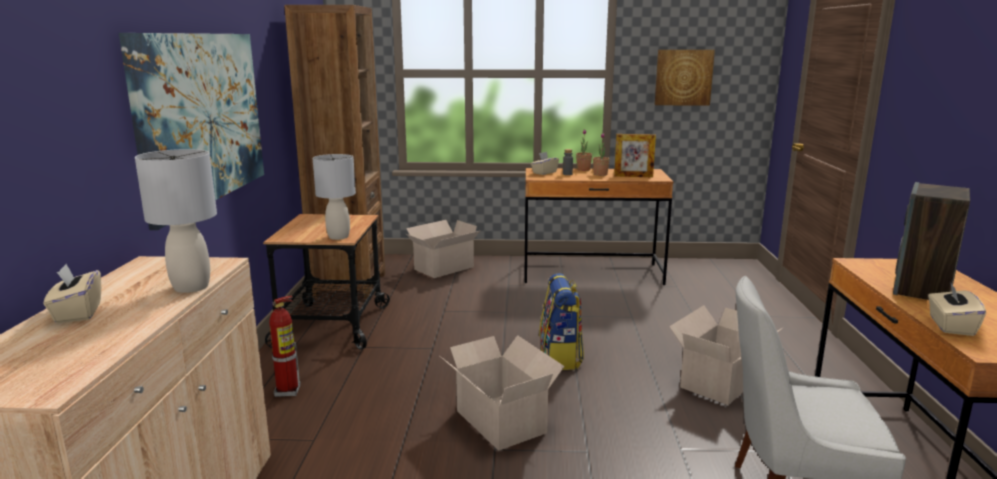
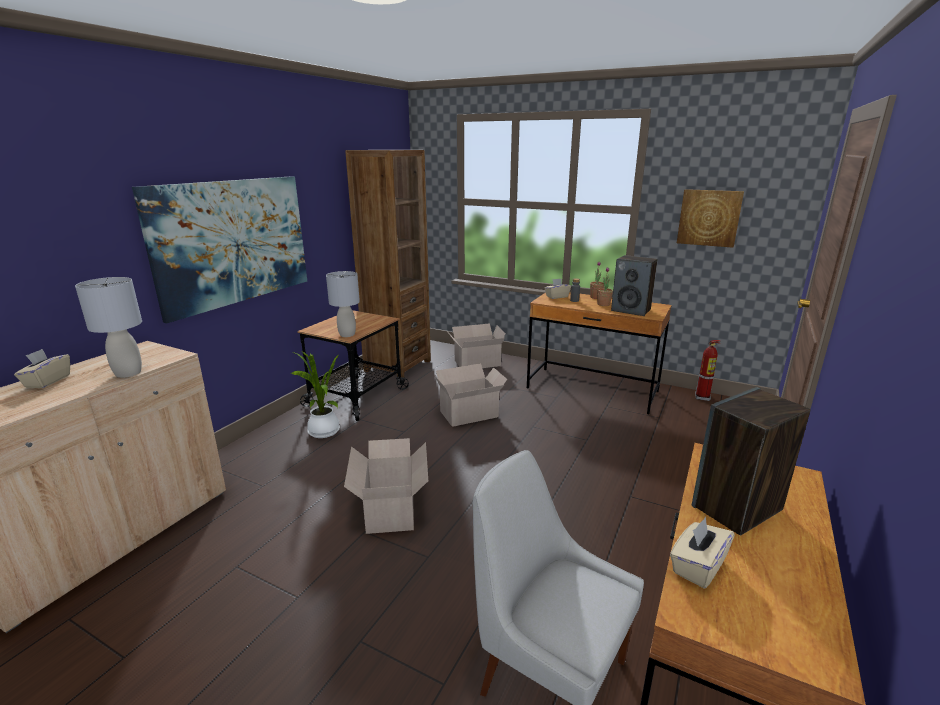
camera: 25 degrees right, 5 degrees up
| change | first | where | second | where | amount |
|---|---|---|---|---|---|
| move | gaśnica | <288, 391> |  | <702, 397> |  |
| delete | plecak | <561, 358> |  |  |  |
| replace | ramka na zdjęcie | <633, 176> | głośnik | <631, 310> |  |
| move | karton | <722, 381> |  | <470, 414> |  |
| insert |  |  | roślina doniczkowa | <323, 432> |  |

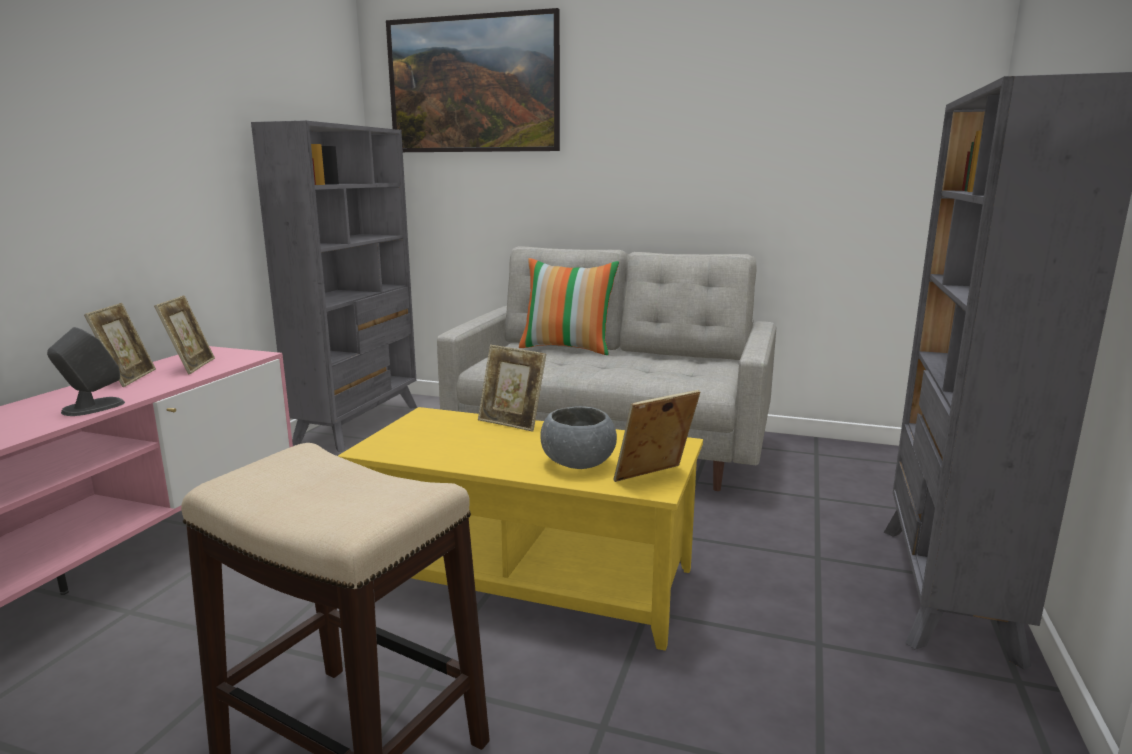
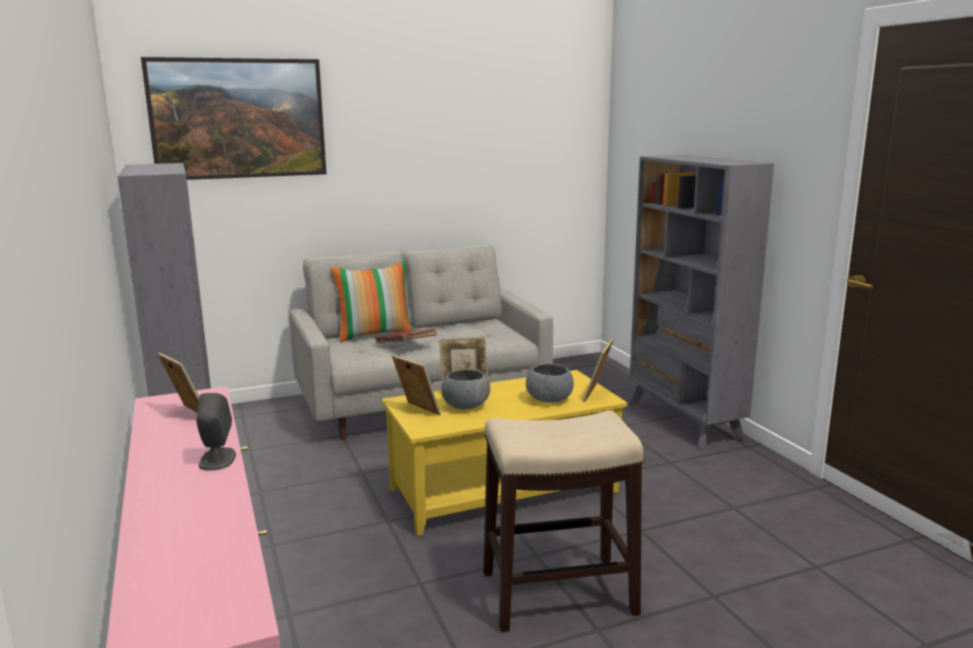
camera: 40 degrees left, 0 degrees up
| change | first | where | second | where | amount |
|---|---|---|---|---|---|
| move | ramka na zdjęcie | <128, 378> |  | <417, 411> |  |
| insert |  |  | książka (czerwony) | <405, 346> |  |
| insert |  |  | miska (szary) | <465, 406> |  |

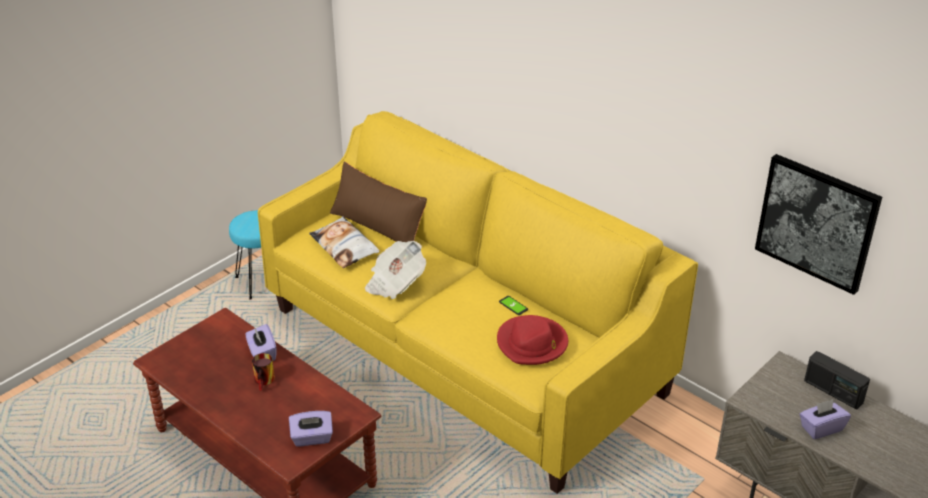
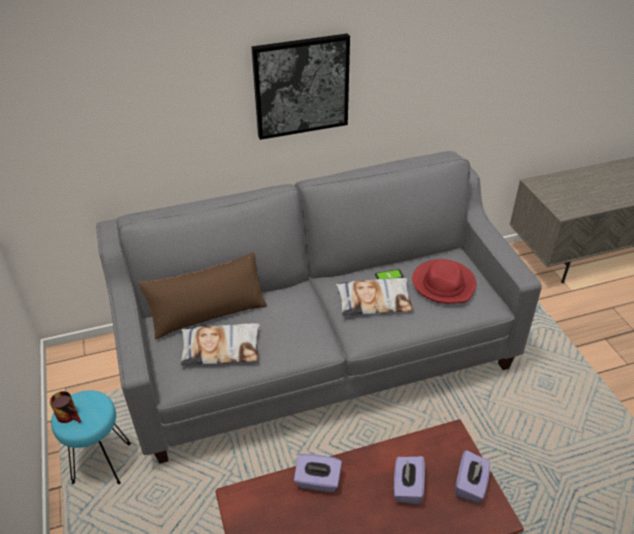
camera: 60 degrees left, 5 degrees up
| change | first | where | second | where | amount |
|---|---|---|---|---|---|
| move | kubek | <265, 381> |  | <71, 415> |  |
| recolor | kanapa (żółty) | <463, 350> | kanapa (szary) | <317, 353> |  |
| delete | gazeta | <395, 283> |  |  |  |
| move | obraz | <817, 222> |  | <301, 86> |  |
| move | pudełko chusteczek (fioletowy) | <821, 428> |  | <407, 487> |  |
| delete | radio | <833, 392> |  |  |  |
| insert |  |  | poduszka | <374, 301> |  |

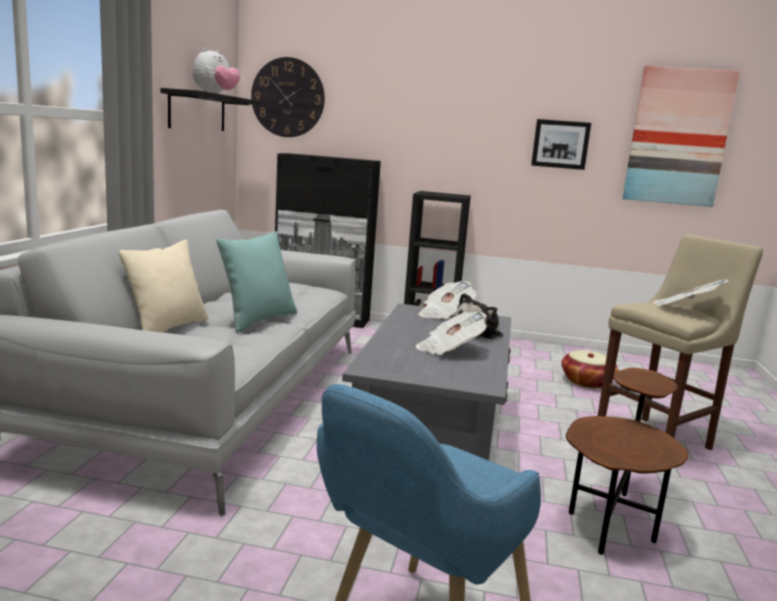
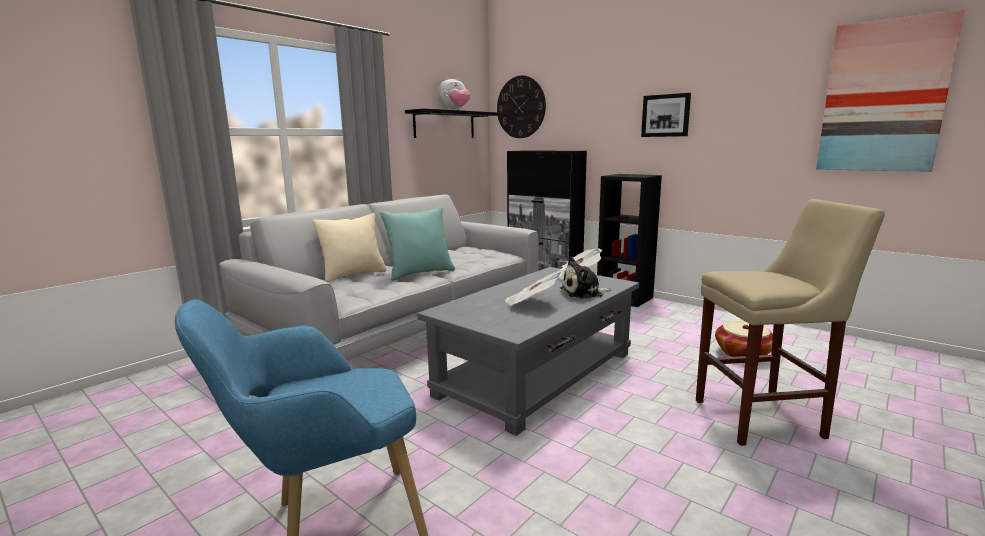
camera: 30 degrees right, 0 degrees up
| change | first | where | second | where | amount |
|---|---|---|---|---|---|
| move | obraz | <560, 144> |  | <665, 115> |  |
| delete | stolik (brązowy) | <613, 518> |  |  |  |
| delete | gazeta | <684, 309> |  |  |  |

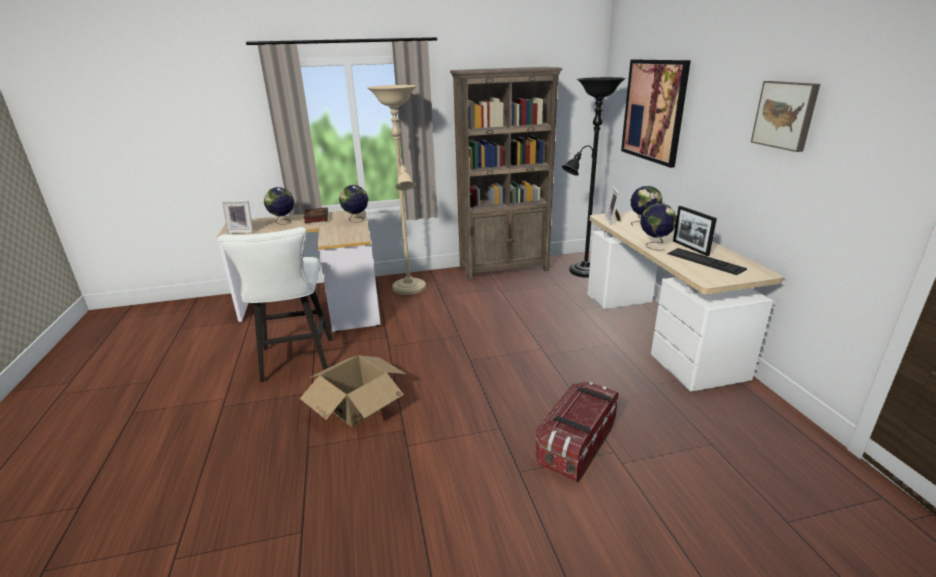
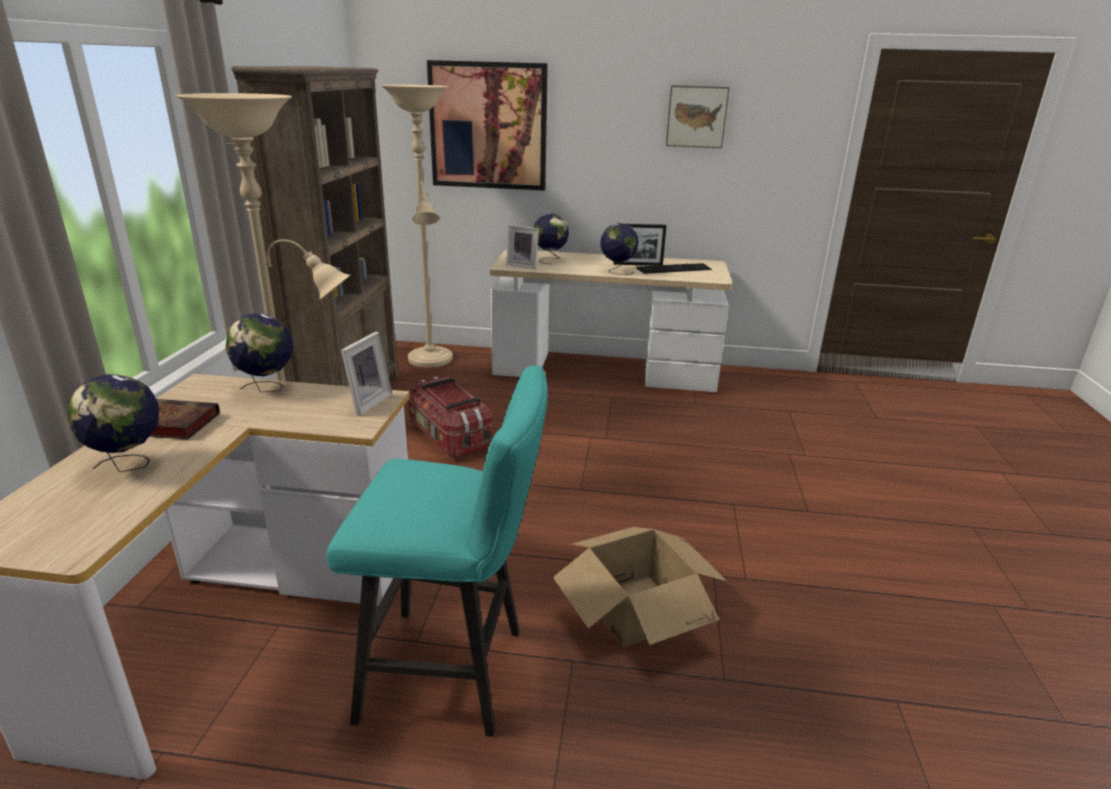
camera: 70 degrees left, 0 degrees up
| change | first | where | second | where | amount |
|---|---|---|---|---|---|
| recolor | stołek (biały) | <296, 363> | stołek (turkusowy) | <455, 674> |  |
| move | ramka na zdjęcie | <242, 231> |  | <366, 403> |  |
| move | pojemnik do przechowywania | <576, 445> |  | <449, 436> |  |
| recolor | lampa stojąca (czarny) | <582, 272> | lampa stojąca (beżowy) | <431, 361> |  |

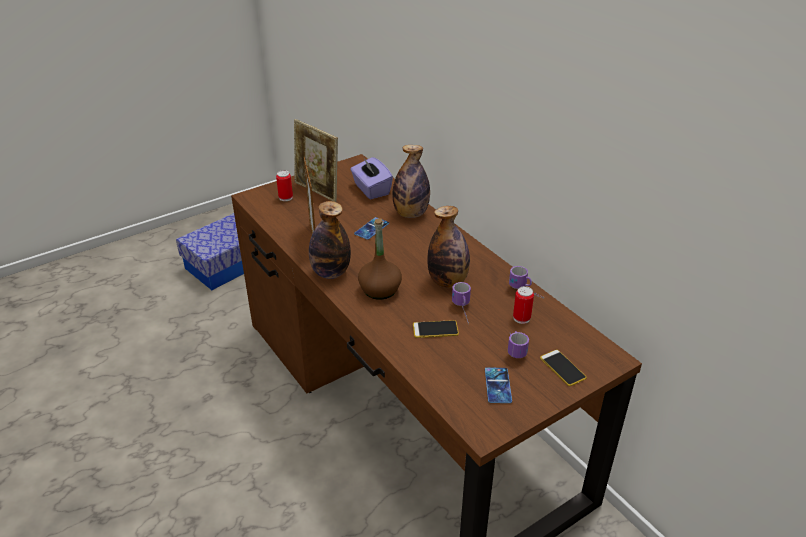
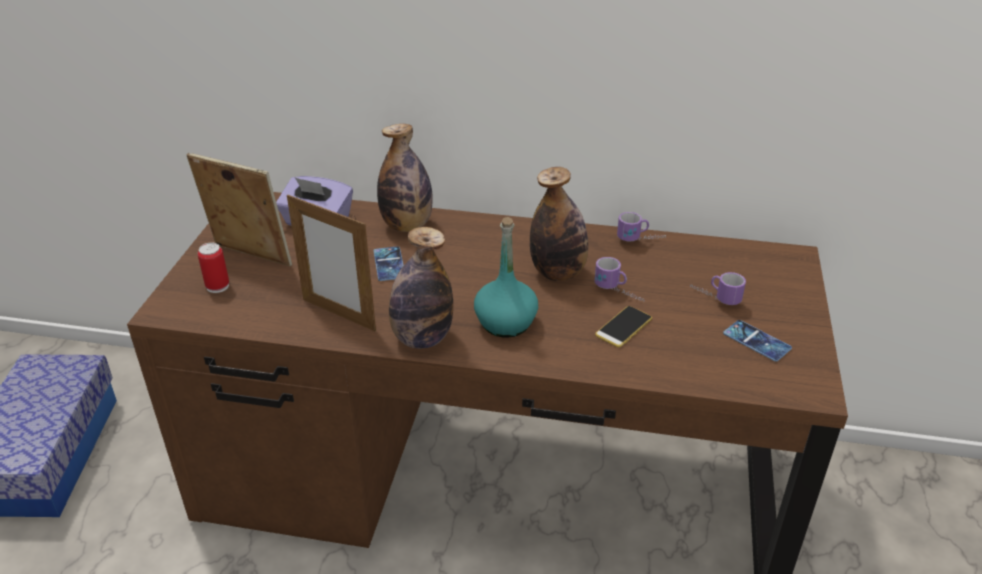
camera: 45 degrees left, 0 degrees up
| change | first | where | second | where | amount |
|---|---|---|---|---|---|
| rotate | ramka na zdjęcie | <317, 191> |  | <249, 257> | 150 degrees counterclockwise |
| recolor | butelka (brązowy) | <380, 290> | butelka (turkusowy) | <506, 323> |  |
| delete | puszka | <521, 318> |  |  |  |
| delete | telefon | <562, 368> |  |  |  |

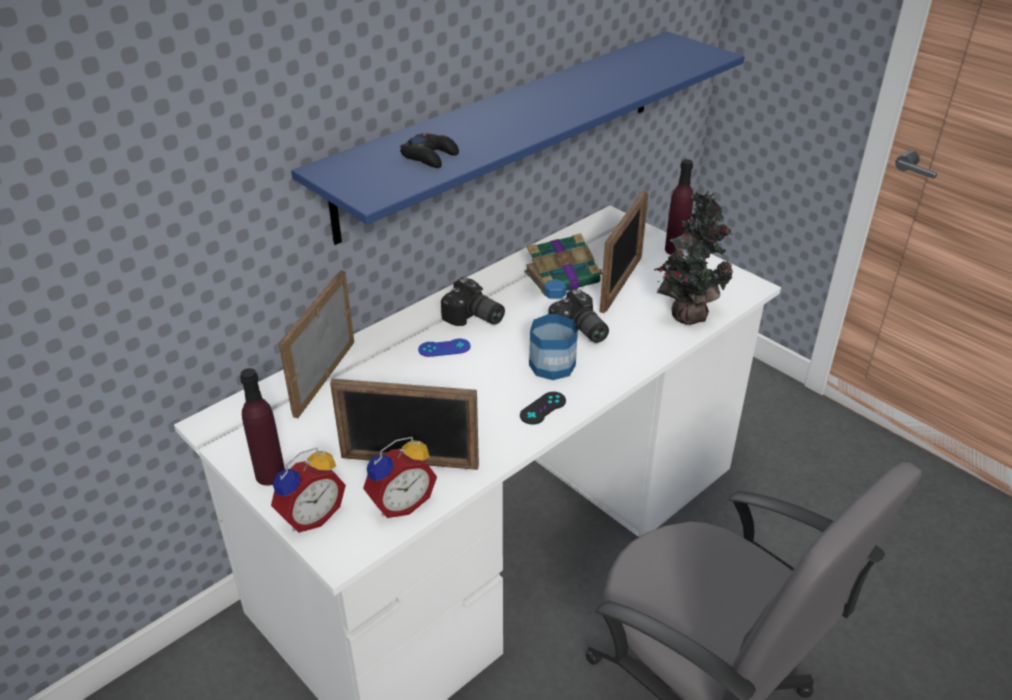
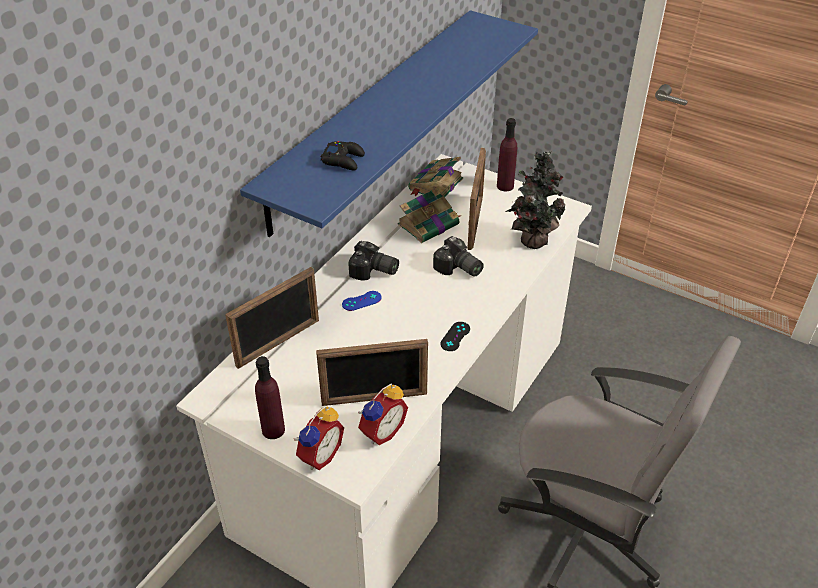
camera: 15 degrees left, 5 degrees up
| change | first | where | second | where | amount |
|---|---|---|---|---|---|
| rotate | ramka na zdjęcie | <324, 377> |  | <278, 343> | 135 degrees counterclockwise |
| delete | butelka | <552, 365> |  |  |  |
| insert |  |  | książka | <435, 185> |  |

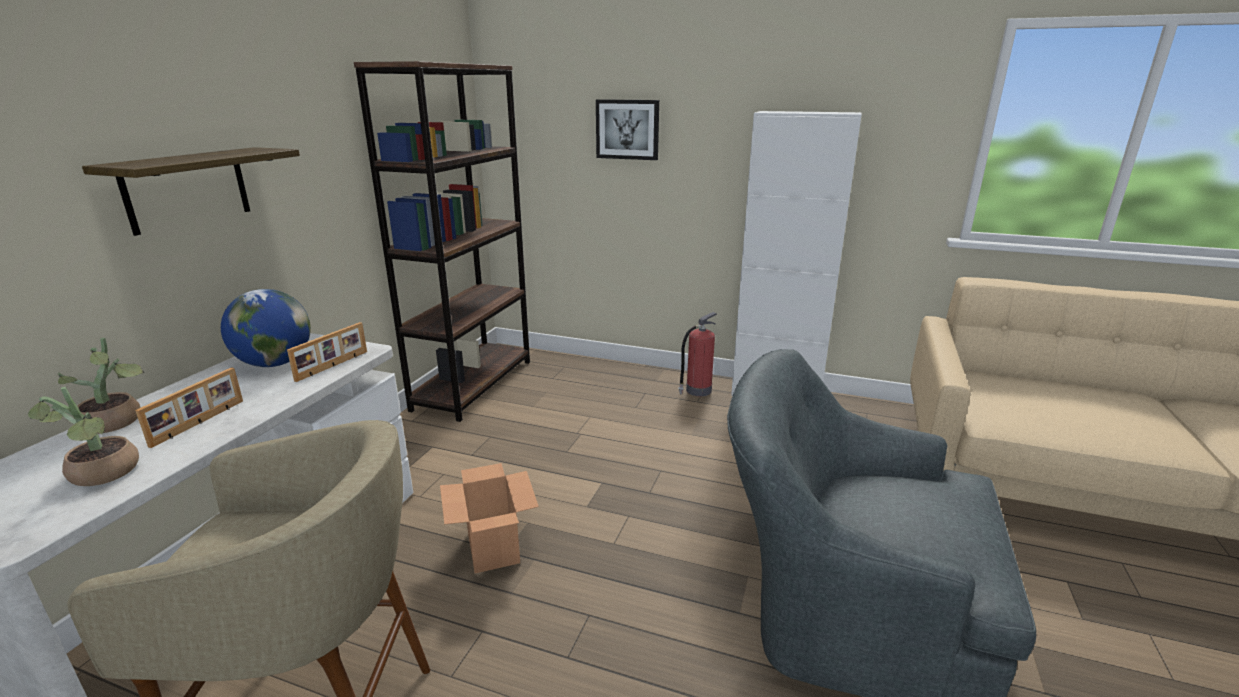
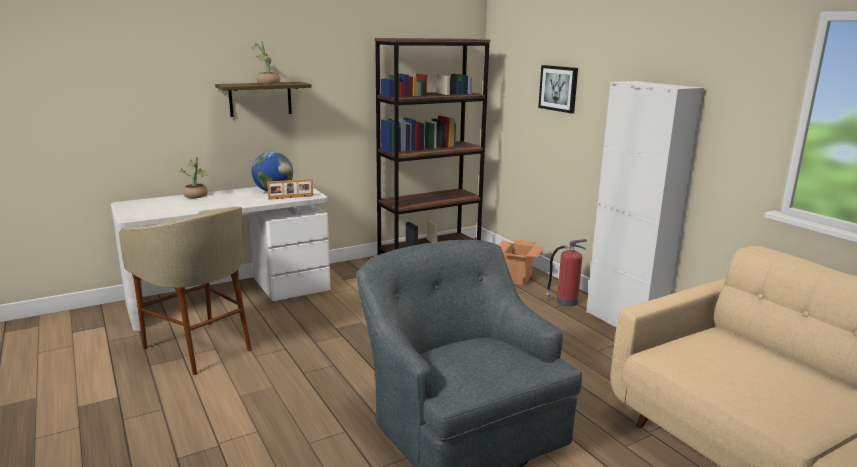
camera: 40 degrees right, 5 degrees down
| change | first | where | second | where | amount |
|---|---|---|---|---|---|
| move | roślina doniczkowa | <102, 476> |  | <267, 83> |  |
| delete | ramka na zdjęcie | <200, 423> |  |  |  |
| move | karton | <492, 547> |  | <517, 278> |  |

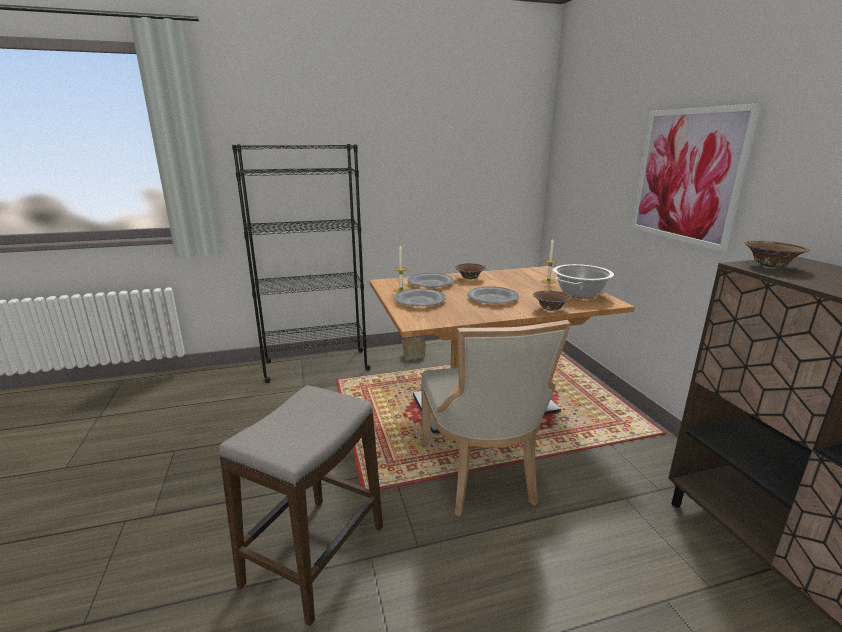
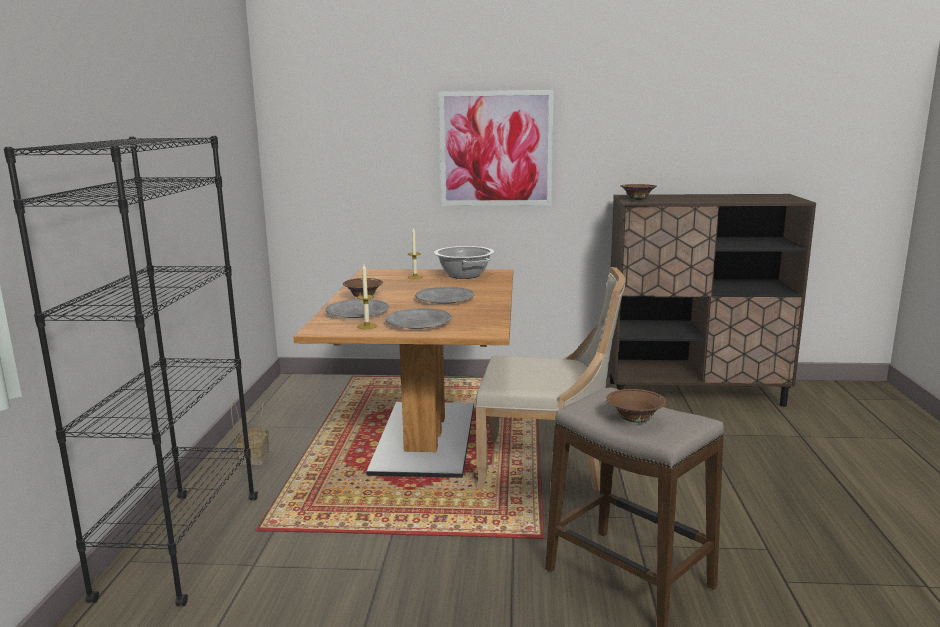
camera: 70 degrees left, 5 degrees down
| change | first | where | second | where | amount |
|---|---|---|---|---|---|
| move | miska (brązowy) | <550, 309> |  | <635, 420> |  |

